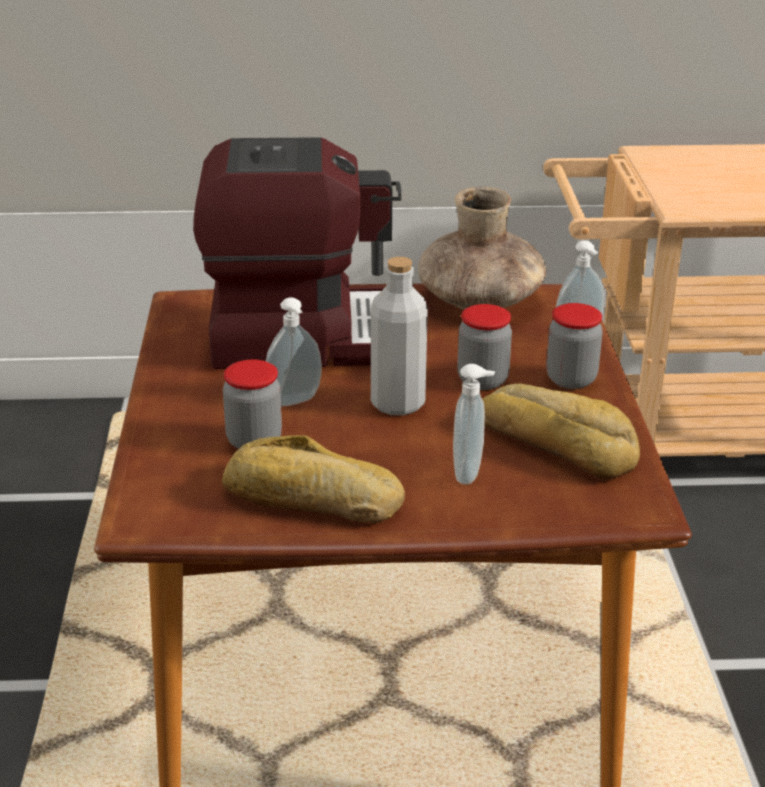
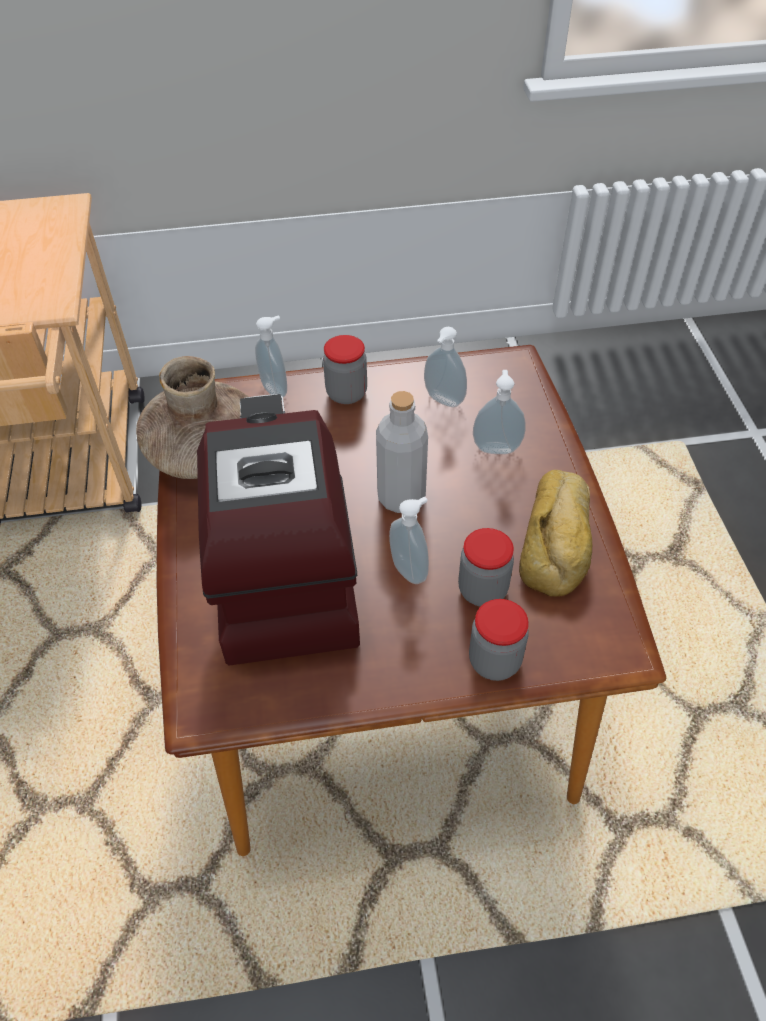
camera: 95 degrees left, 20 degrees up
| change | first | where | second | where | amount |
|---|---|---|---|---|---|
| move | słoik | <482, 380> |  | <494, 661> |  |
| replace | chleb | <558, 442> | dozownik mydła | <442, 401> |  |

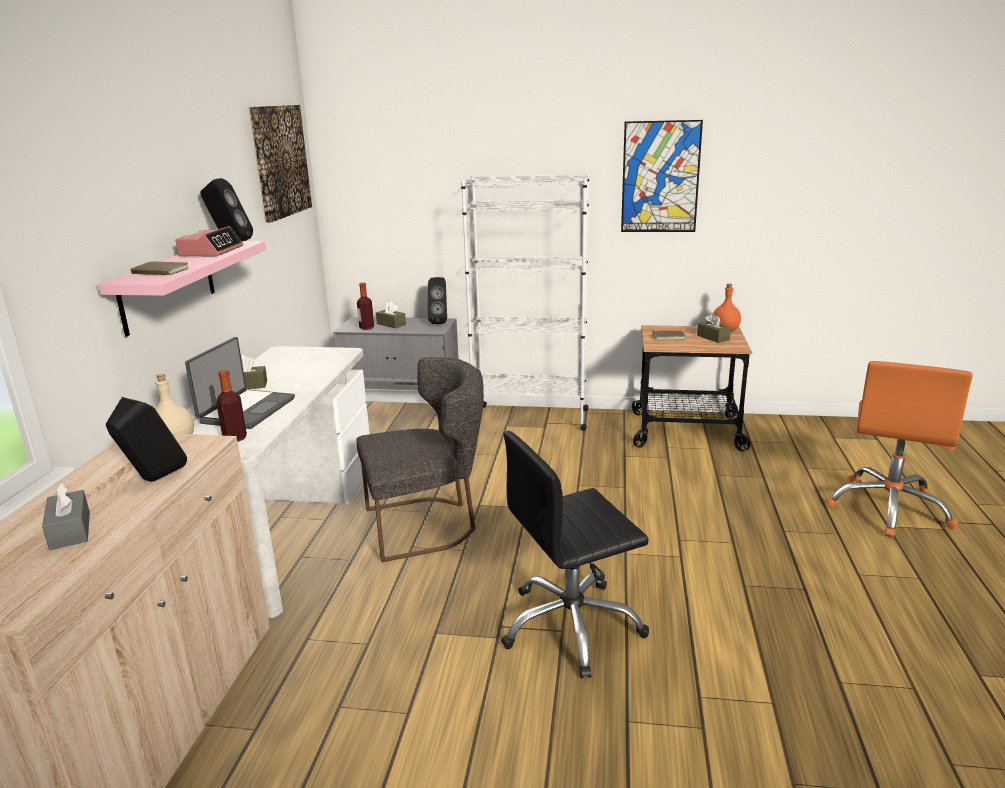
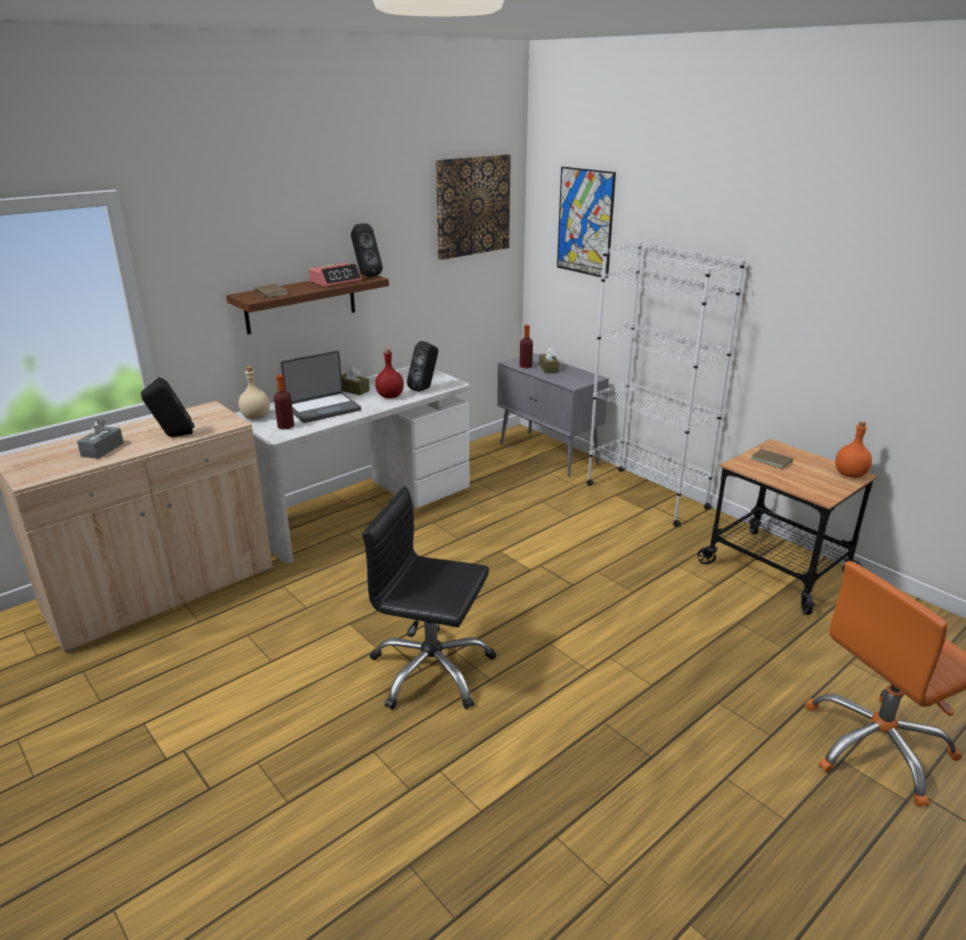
camera: 40 degrees right, 5 degrees up
| change | first | where | second | where | amount |
|---|---|---|---|---|---|
| recolor | półka (różowy) | <168, 286> | półka (brązowy) | <301, 302> |  |
| delete | krzesło (szary) | <427, 524> |  |  |  |
| move | głośnik (czarny) | <439, 322> |  | <425, 389> |  |
| move | obraz | <660, 177> |  | <585, 222> |  |
| delete | pudełko chusteczek (brązowy) | <713, 337> |  |  |  |
| insert |  |  | butelka (czerwony) | <390, 396> |  |

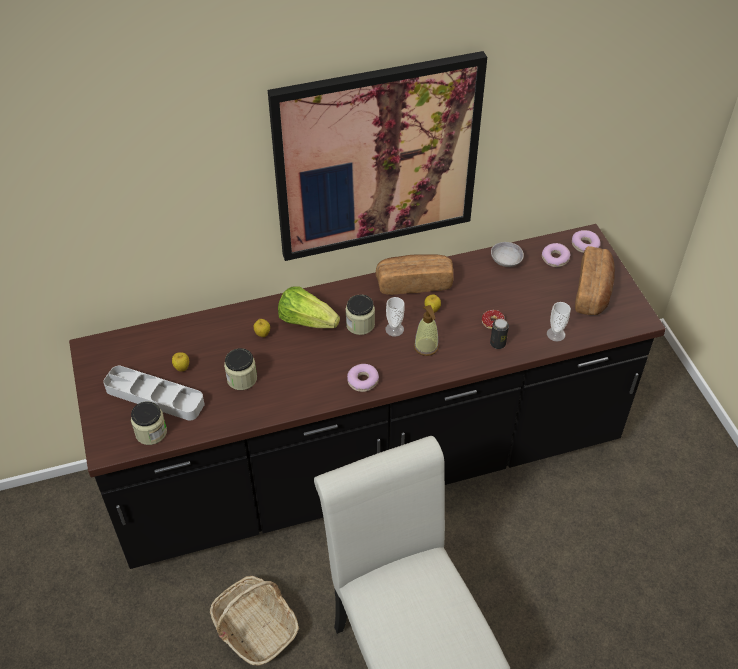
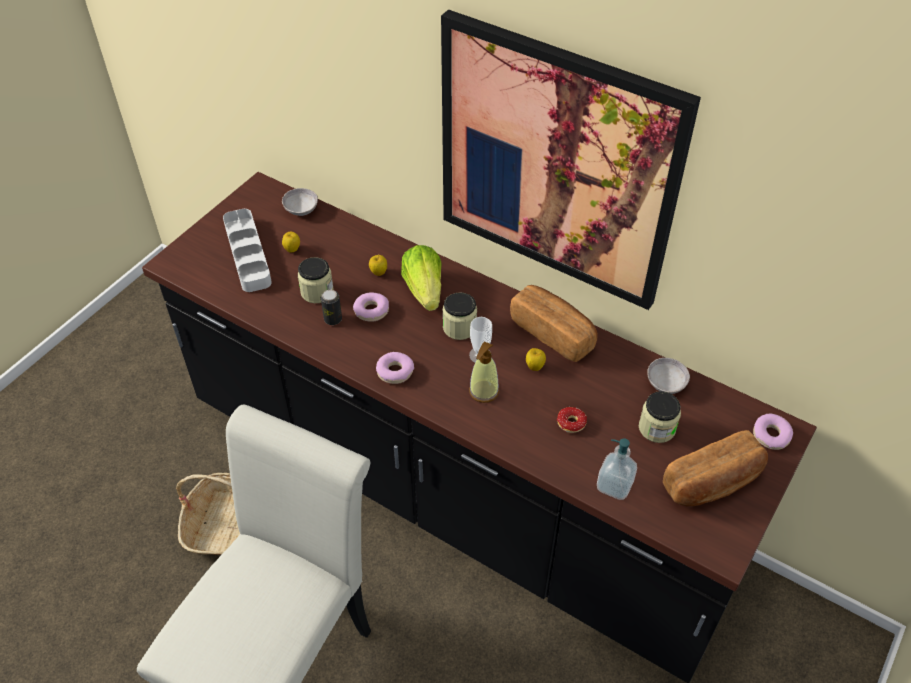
camera: 50 degrees right, 0 degrees up
| change | first | where | second | where | amount |
|---|---|---|---|---|---|
| move | słoik | <151, 432> |  | <657, 428> |  |
| move | puszka | <497, 343> |  | <333, 319> |  |
| move | donut | <555, 258> |  | <371, 311> |  |
| replace | filiżanka | <556, 334> | dozownik mydła | <614, 485> |  |
| insert |  |  | miska (szary) | <301, 210> |  |

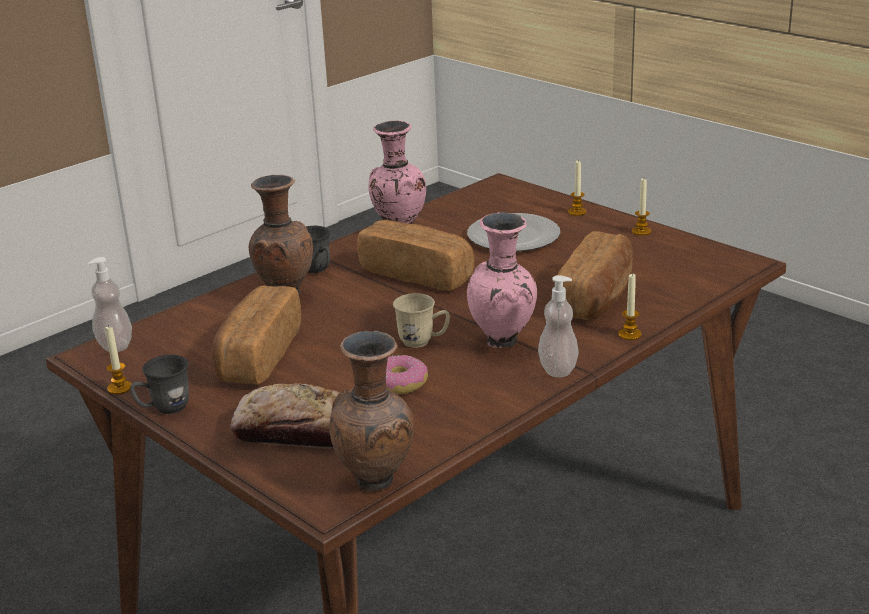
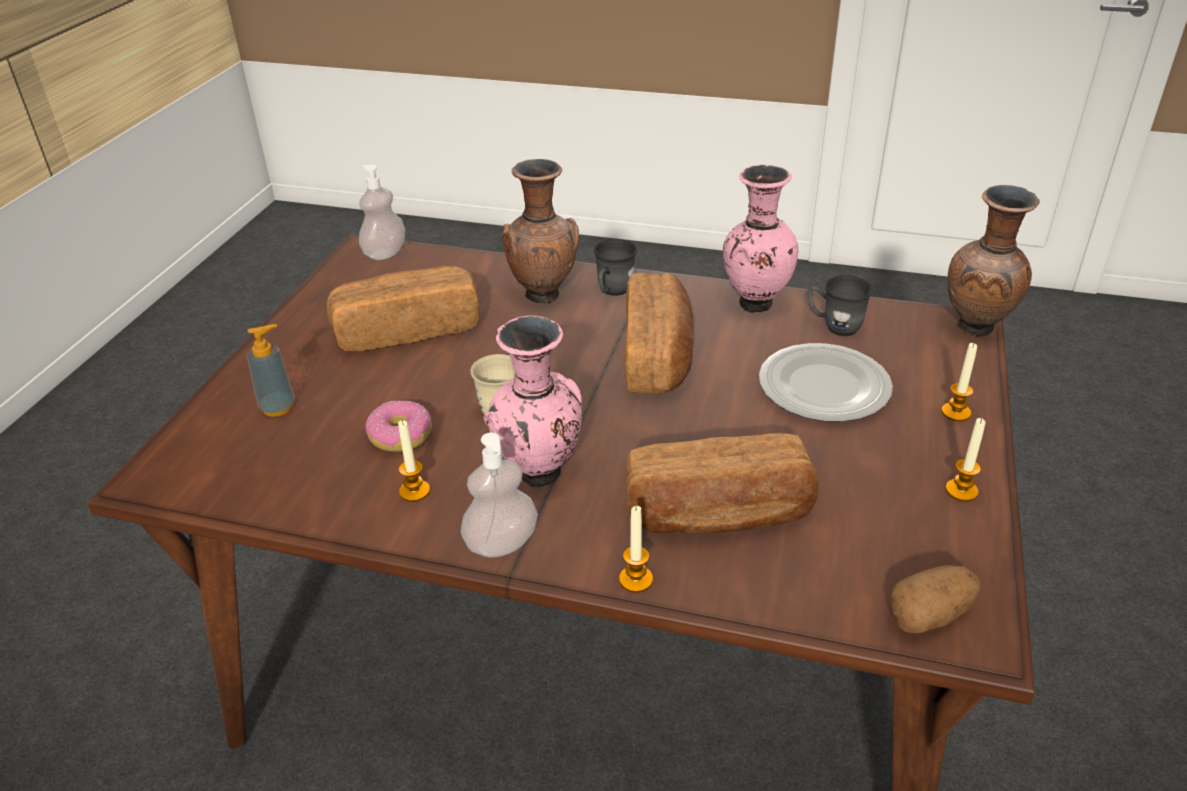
camera: 60 degrees right, 10 degrees up
| change | first | where | second | where | amount |
|---|---|---|---|---|---|
| move | świeca | <120, 388> |  | <414, 491> |  |
| move | kubek (szary) | <164, 409> |  | <834, 326> |  |
| replace | chleb | <297, 430> | dozownik mydła | <278, 407> |  |
| move | wazon (brązowy) | <377, 482> |  | <977, 329> |  |
| insert |  |  | ziemniak | <929, 616> |  |

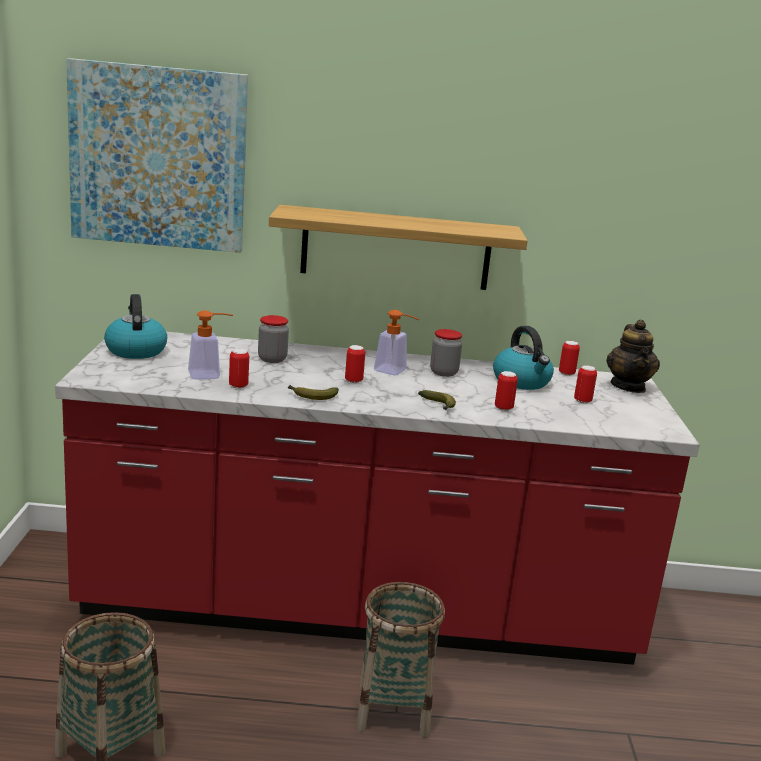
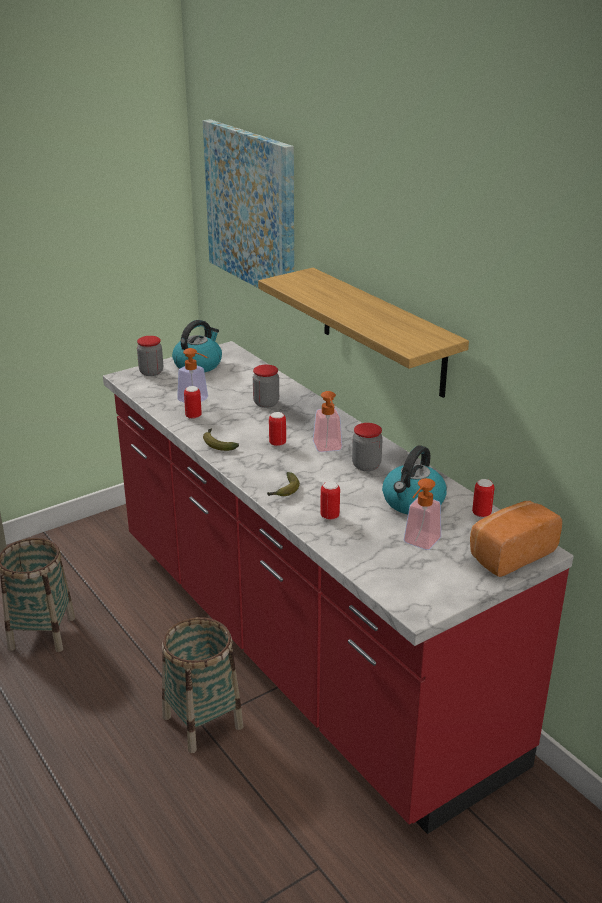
camera: 55 degrees right, 10 degrees up
| change | first | where | second | where | amount |
|---|---|---|---|---|---|
| replace | puszka | <582, 401> | dozownik mydła | <419, 543> |  |
| replace | imbryk | <628, 387> | chleb | <509, 553> |  |
| insert |  |  | słoik | <151, 372> |  |

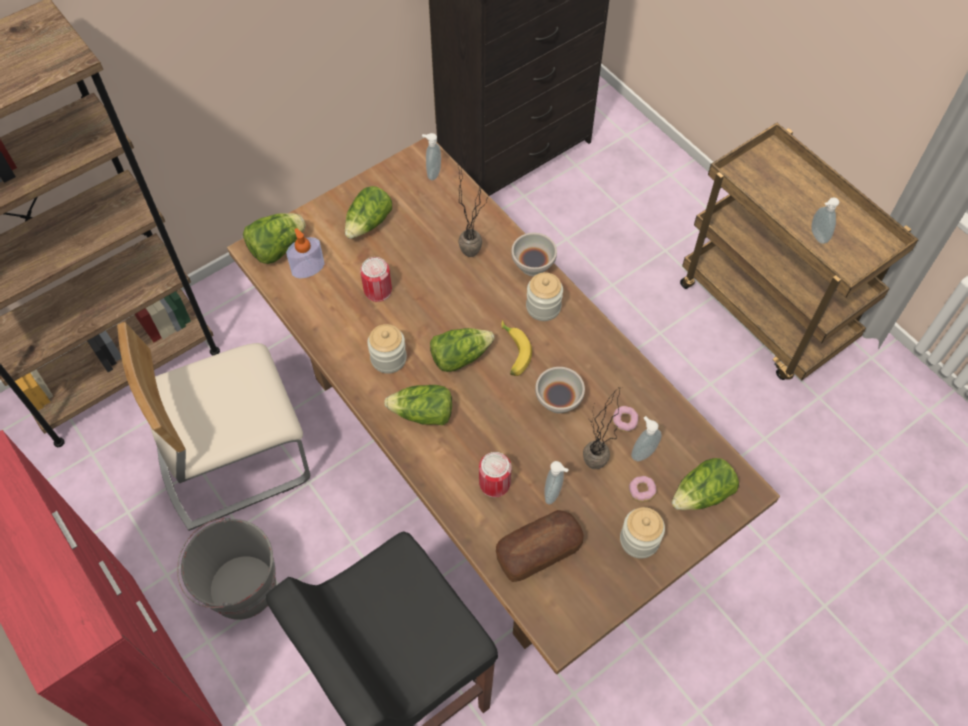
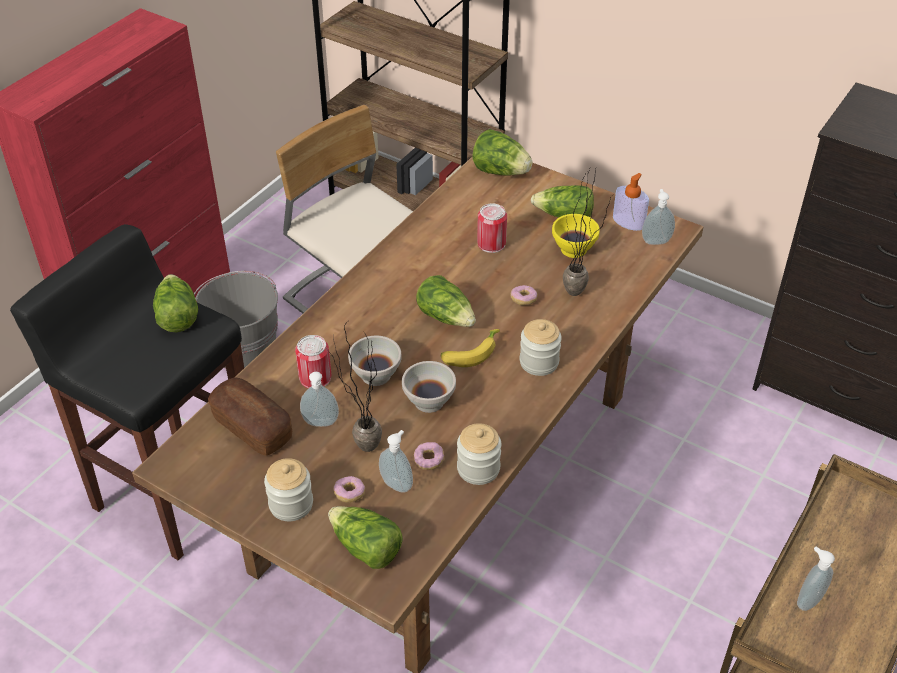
camera: 70 degrees right, 15 degrees down
| change | first | where | second | where | amount |
|---|---|---|---|---|---|
| move | dozownik mydła | <308, 268> |  | <628, 222> |  |
| move | słoik | <388, 358> |  | <478, 469> |  |
| move | sałata | <423, 414> |  | <176, 316> |  |
| move | miska (biały) | <532, 267> |  | <375, 375> |  |
| insert |  |  | donut | <523, 300> |  |
| insert |  |  | miska (żółty) | <573, 250> |  |

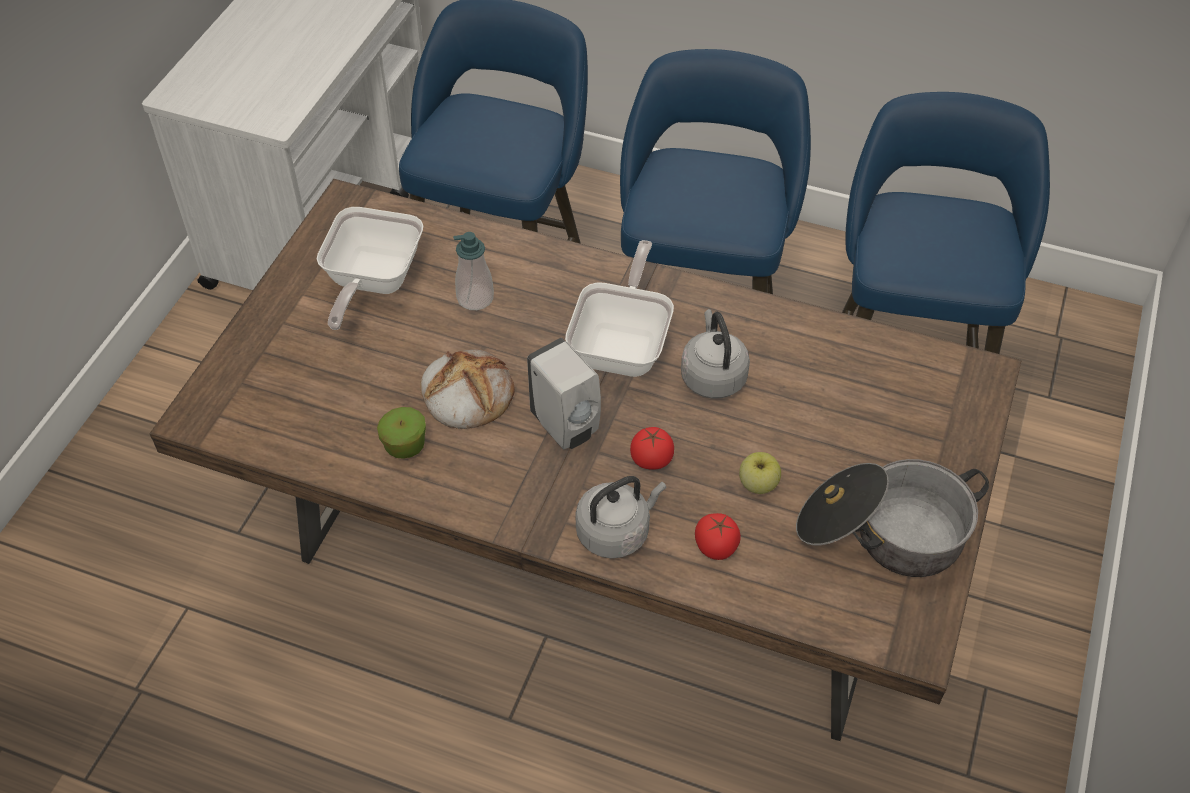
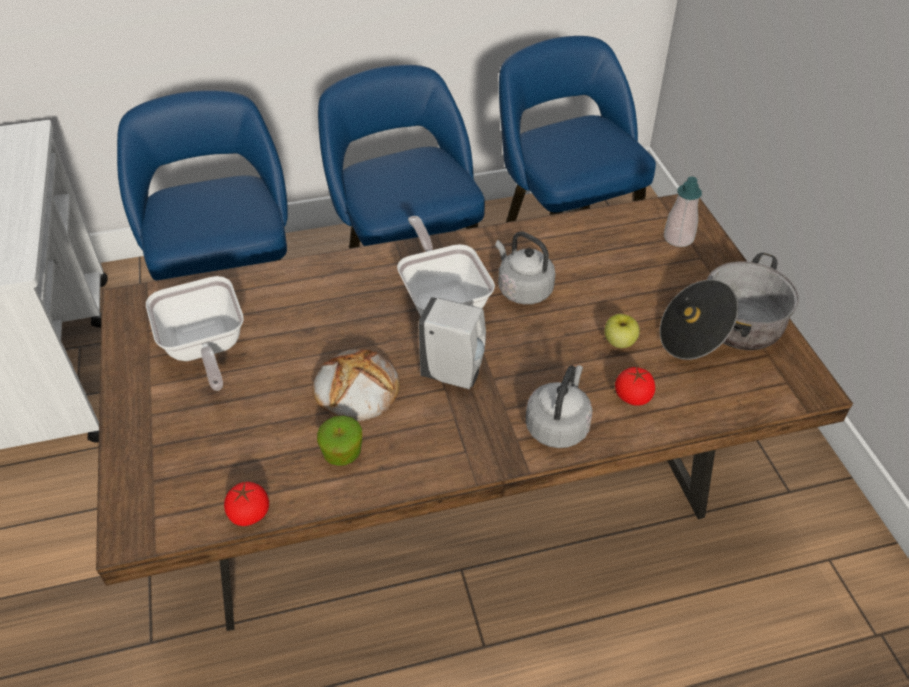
camera: 35 degrees left, 5 degrees down
| change | first | where | second | where | amount |
|---|---|---|---|---|---|
| move | dozownik mydła | <475, 298> |  | <678, 238> |  |
| move | pomidor | <651, 459> |  | <249, 514> |  |

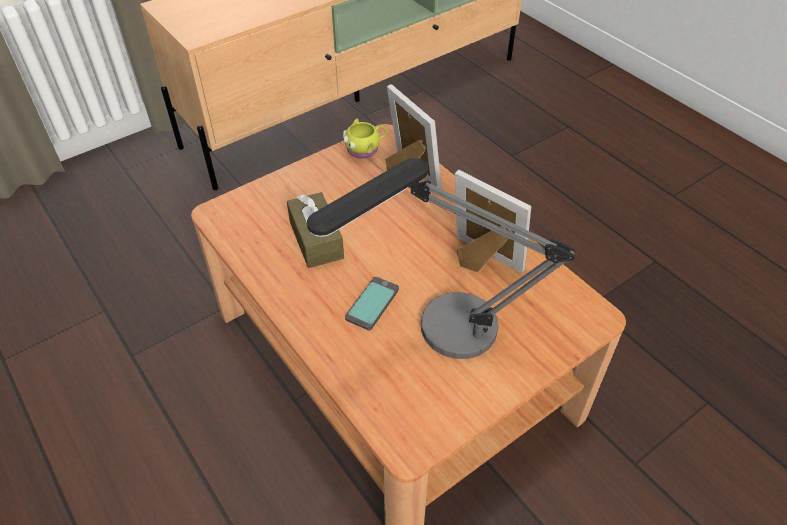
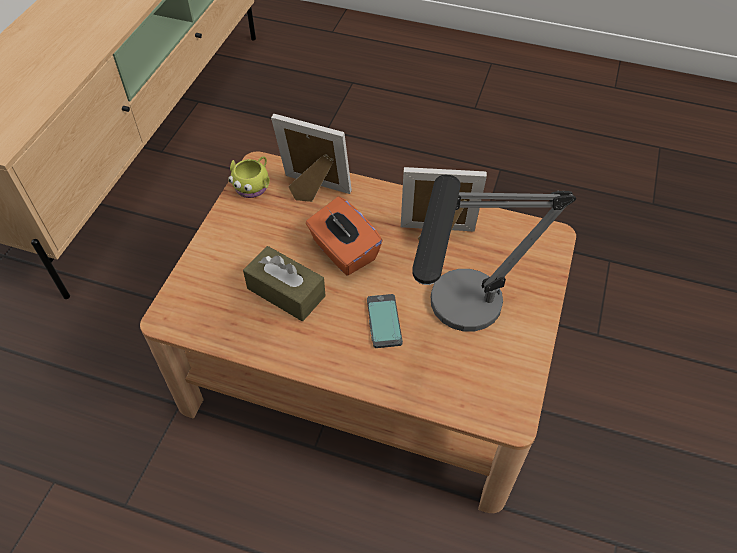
camera: 35 degrees left, 5 degrees up
| change | first | where | second | where | amount |
|---|---|---|---|---|---|
| insert |  |  | pudełko chusteczek (pomarańczowy) | <343, 251> |  |

